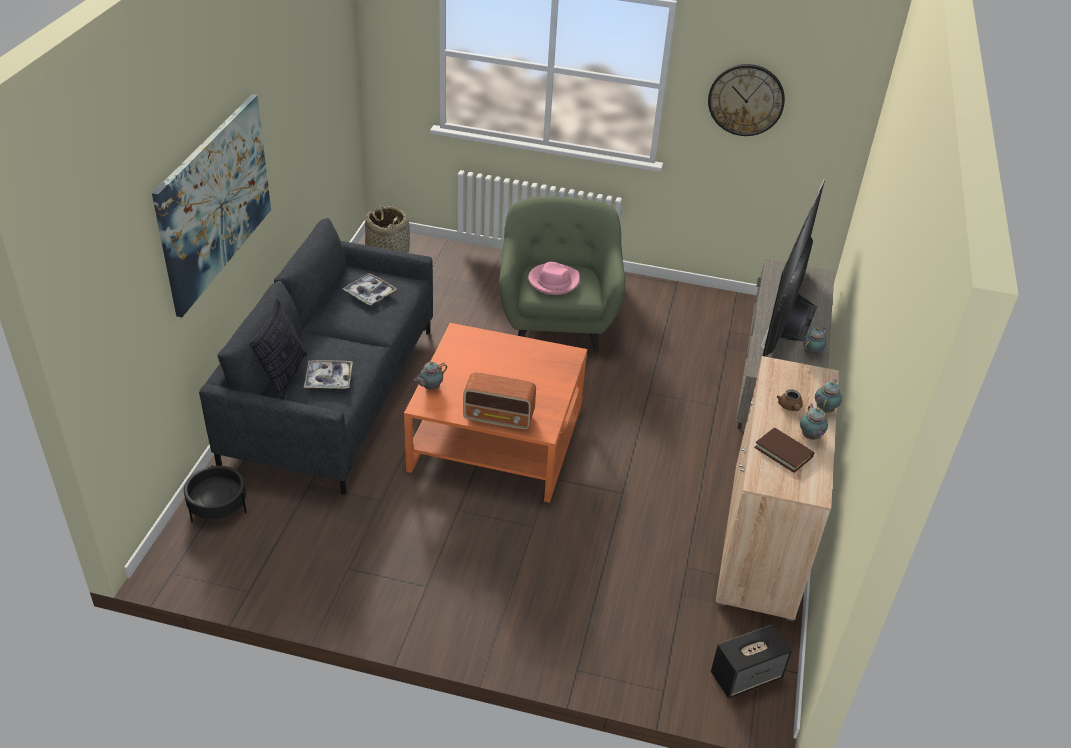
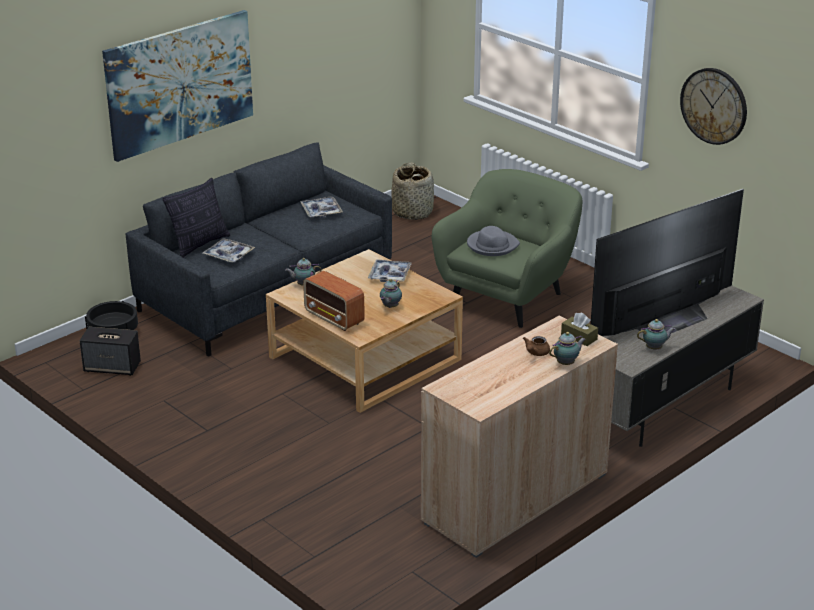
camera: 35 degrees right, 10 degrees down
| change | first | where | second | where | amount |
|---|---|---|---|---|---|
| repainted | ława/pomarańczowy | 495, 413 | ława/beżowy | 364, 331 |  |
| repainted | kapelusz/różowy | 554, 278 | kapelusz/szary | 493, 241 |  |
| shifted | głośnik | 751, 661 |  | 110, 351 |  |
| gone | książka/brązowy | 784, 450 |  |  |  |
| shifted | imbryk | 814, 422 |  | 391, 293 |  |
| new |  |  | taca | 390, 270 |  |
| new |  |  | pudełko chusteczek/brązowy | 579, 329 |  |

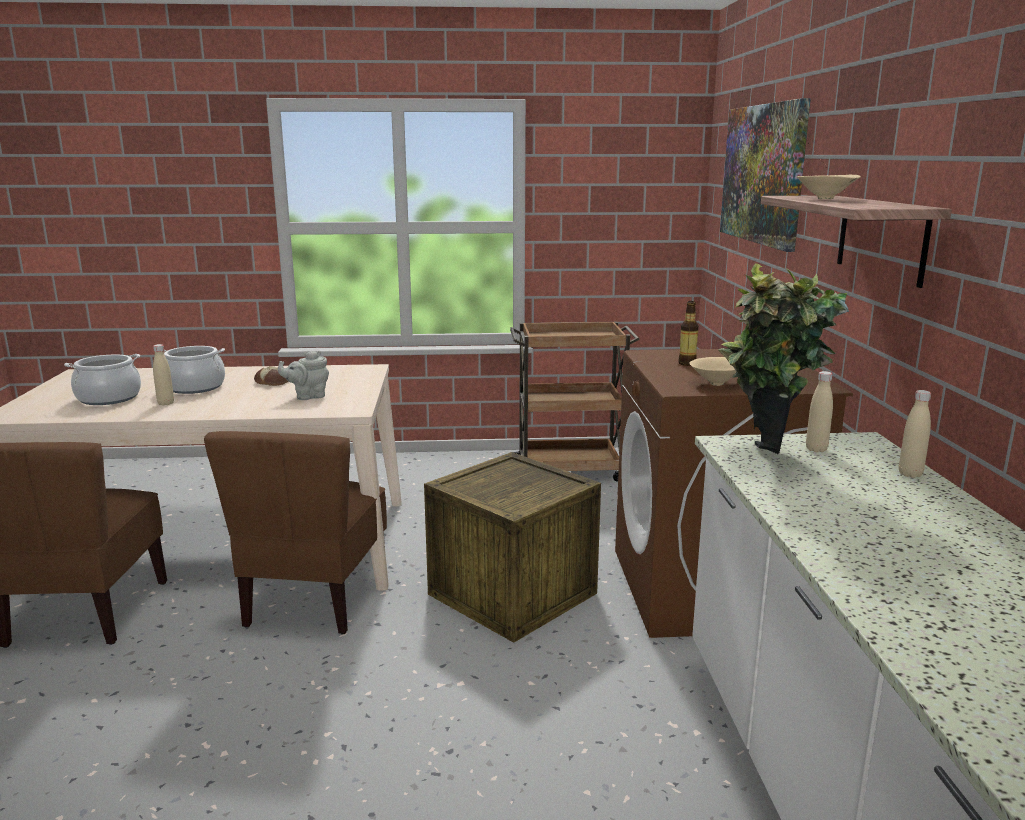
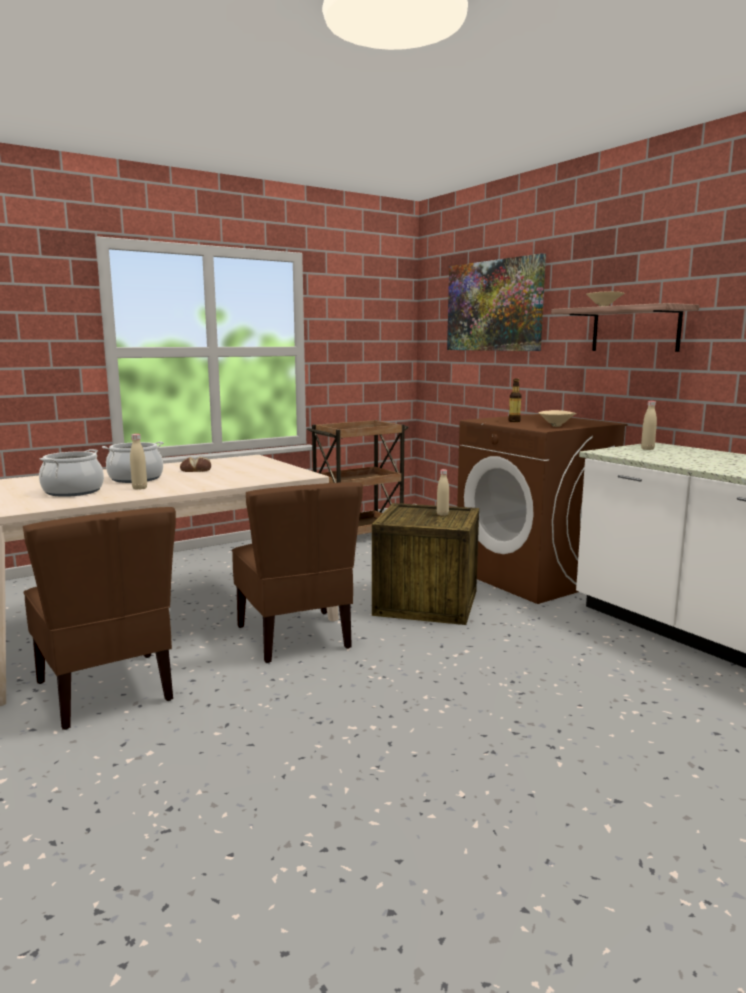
camera: 30 degrees left, 5 degrees down
| change | first | where | second | where | amount |
|---|---|---|---|---|---|
| gone | imbryk/szary | 303, 375 |  |  |  |
| gone | roślina doniczkowa | 783, 359 |  |  |  |
| shifted | butelka/beżowy | 915, 434 |  | 443, 492 |  |

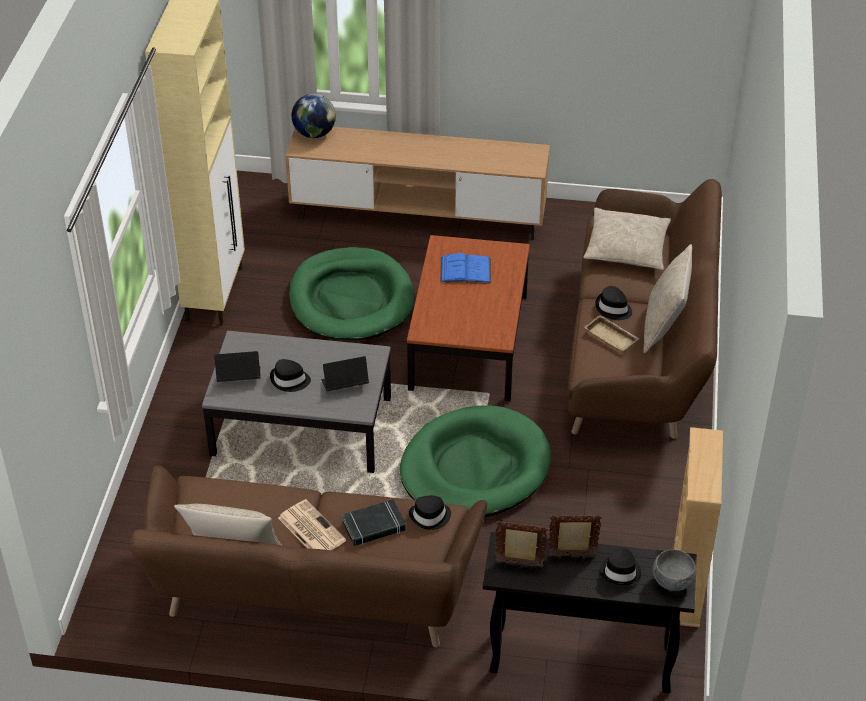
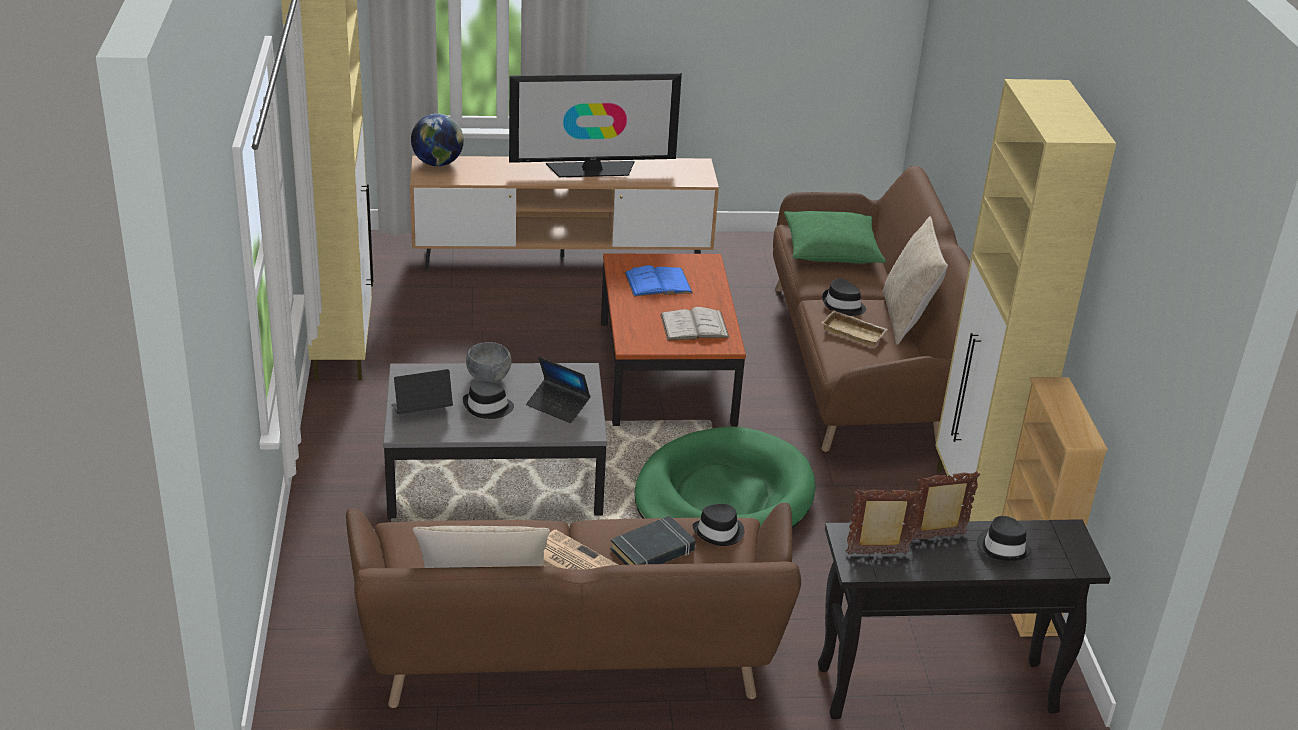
camera: 15 degrees left, 10 degrees down
| change | first | where | second | where | amount |
|---|---|---|---|---|---|
| gone | legowisko/zielony | 351, 293 |  |  |  |
| rotated | laptop | 345, 373 |  | 558, 390 | 120 degrees counterclockwise |
| repainted | poduszka/beżowy | 627, 238 | poduszka/zielony | 835, 237 |  |
| shifted | miska/szary | 674, 570 |  | 489, 362 |  |
| new |  |  | telewizor | 595, 125 |  |
| new |  |  | książka/biały | 695, 323 |  |
| new |  |  | szafka/beżowy | 1025, 300 |  |

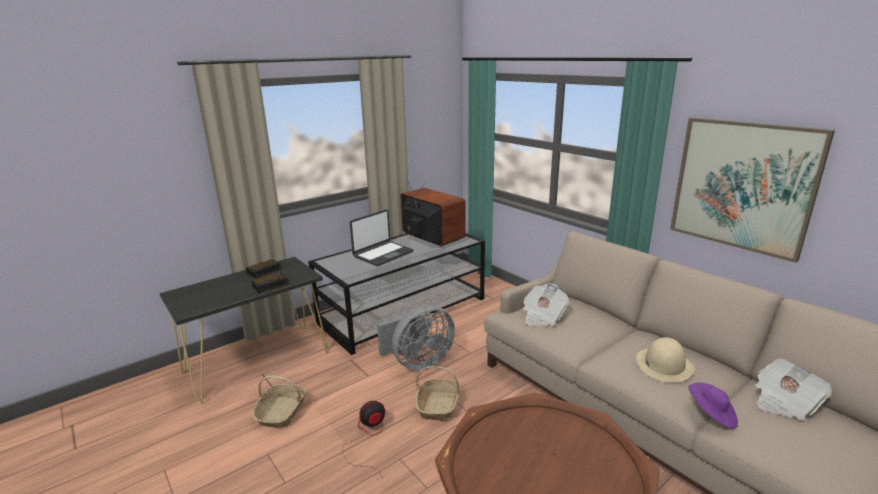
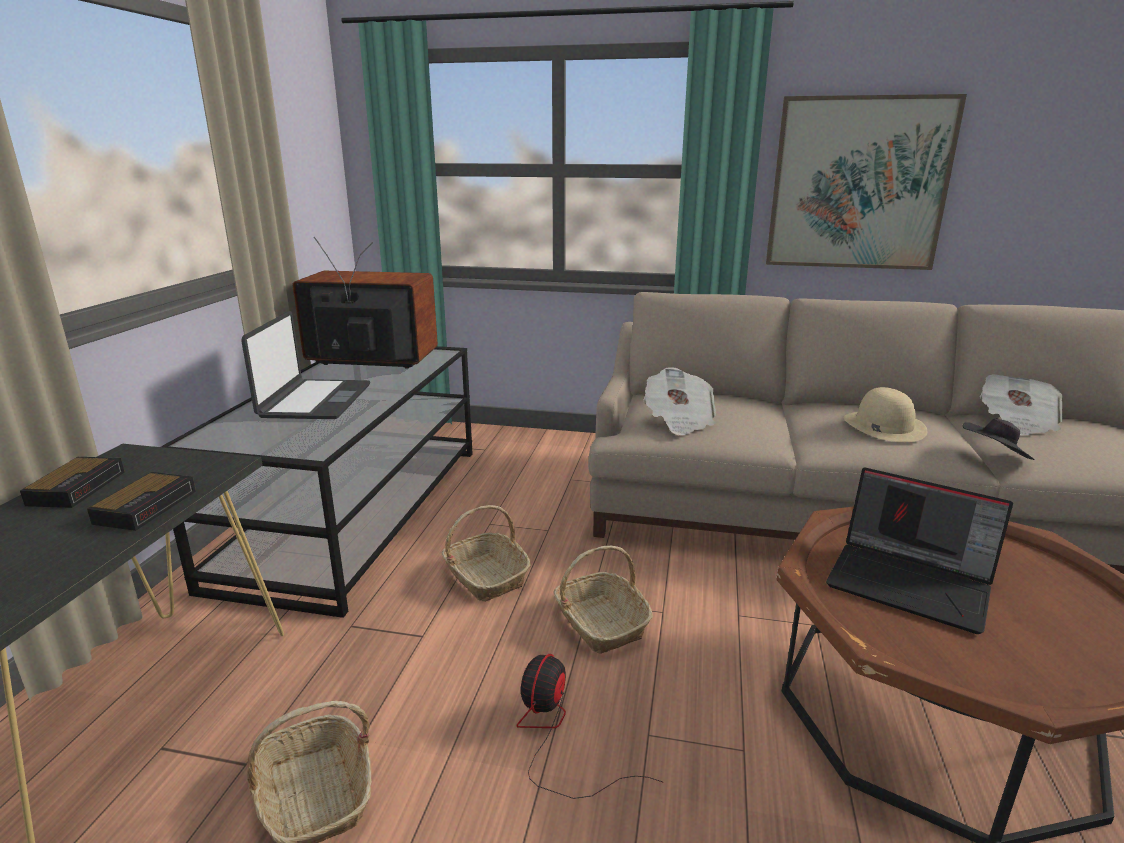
camera: 40 degrees left, 0 degrees up
| change | first | where | second | where | amount |
|---|---|---|---|---|---|
| swapped | wentylator/szary | 416, 337 | koszyk | 486, 553 |  |
| repainted | kapelusz/fioletowy | 713, 405 | kapelusz/czarny | 998, 439 |  |
| new |  |  | laptop | 919, 550 |  |

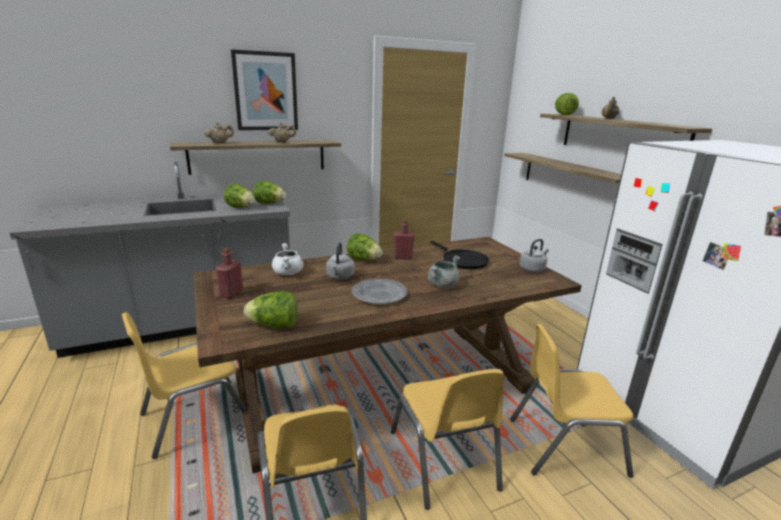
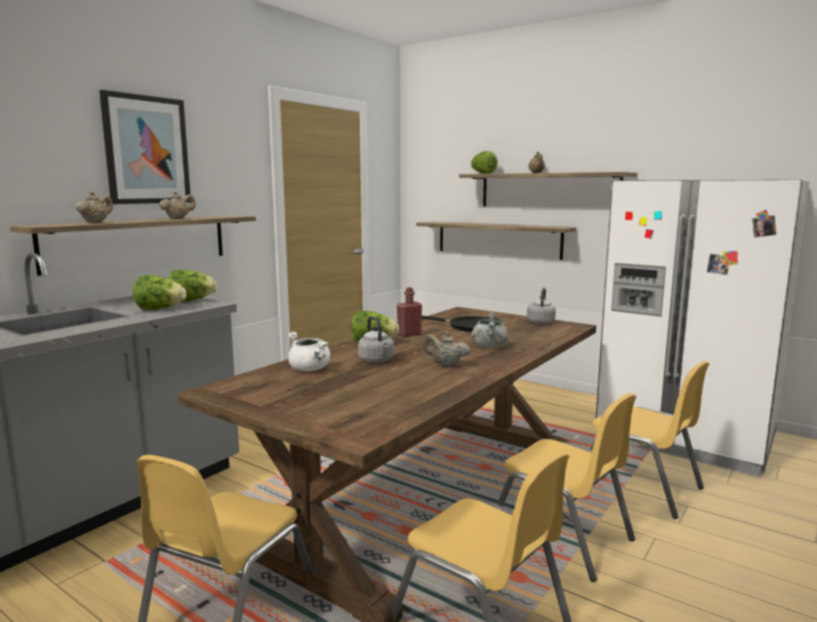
camera: 30 degrees left, 10 degrees down
| change | first | where | second | where | amount |
|---|---|---|---|---|---|
| gone | butelka/czerwony | 229, 273 |  |  |  |
| gone | sałata | 271, 309 |  |  |  |
| swapped | talerz/szary | 379, 291 | imbryk/beżowy | 446, 349 |  |
| rotated | krzesło/żółty | 572, 401 |  | 649, 440 | 105 degrees counterclockwise |

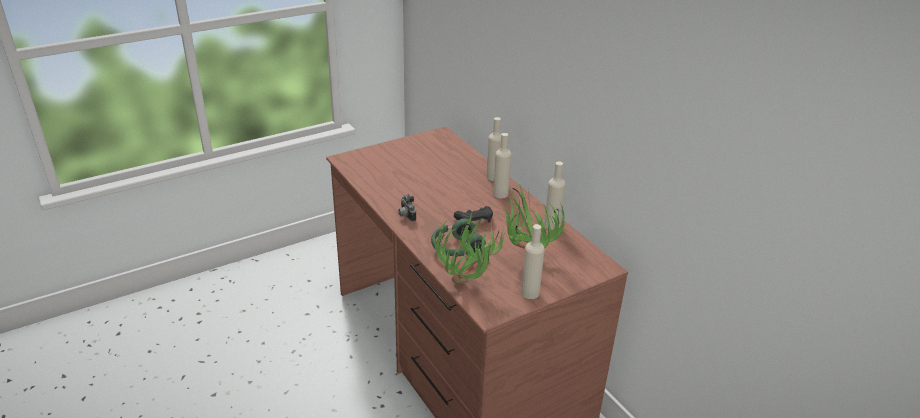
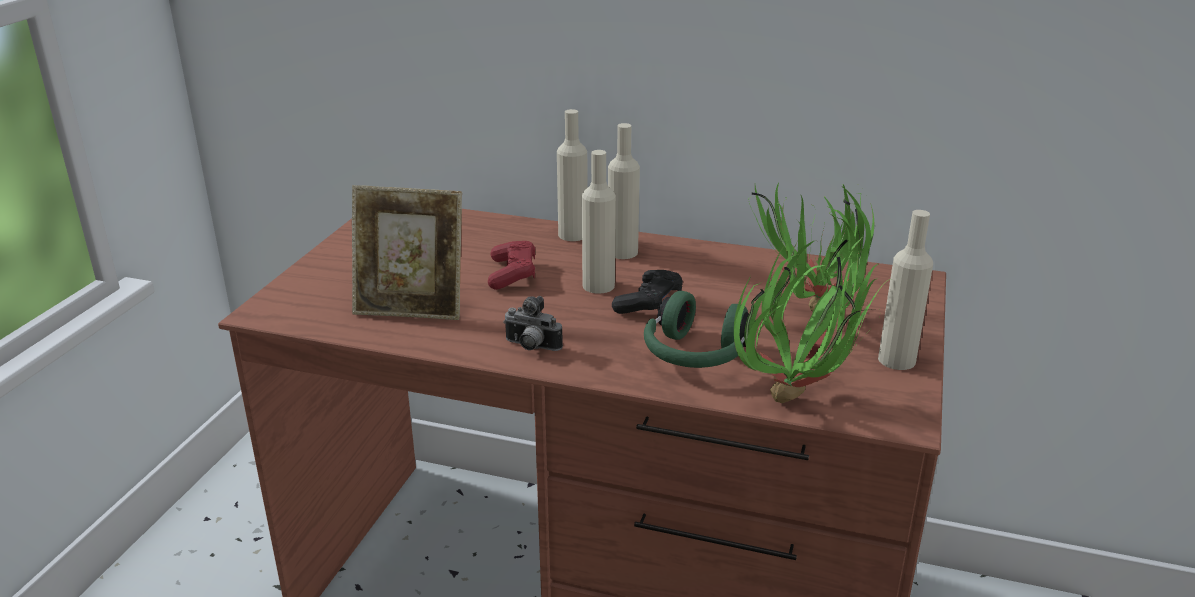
camera: 40 degrees left, 5 degrees down
| change | first | where | second | where | amount |
|---|---|---|---|---|---|
| shifted | butelka/beżowy | 554, 196 |  | 599, 222 |  |
| new |  |  | ramka na zdjęcie | 407, 252 |  |
| new |  |  | pad do gier/czerwony | 511, 265 |  |

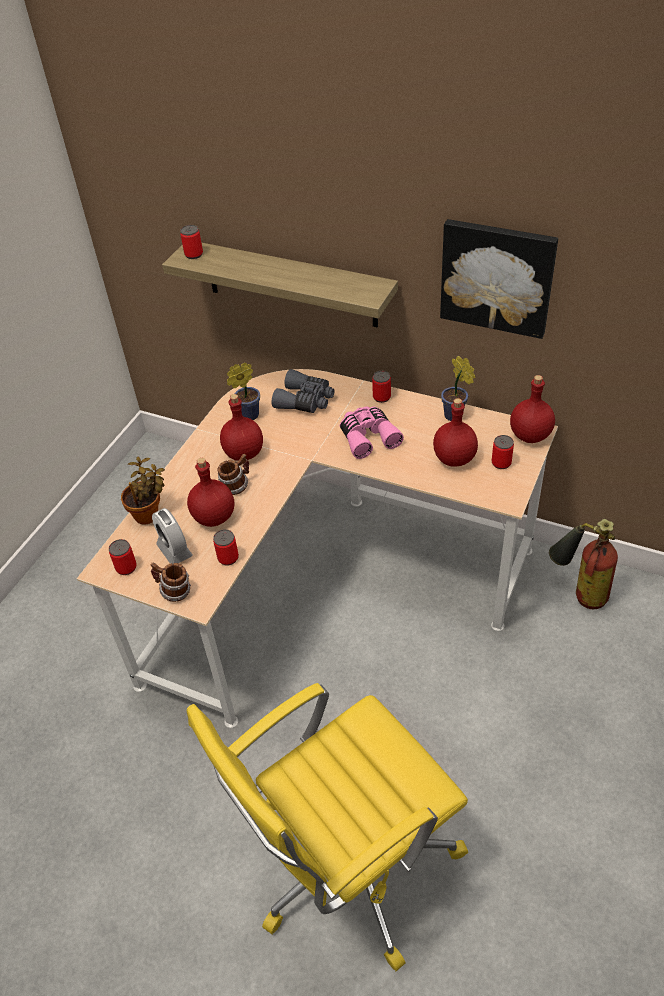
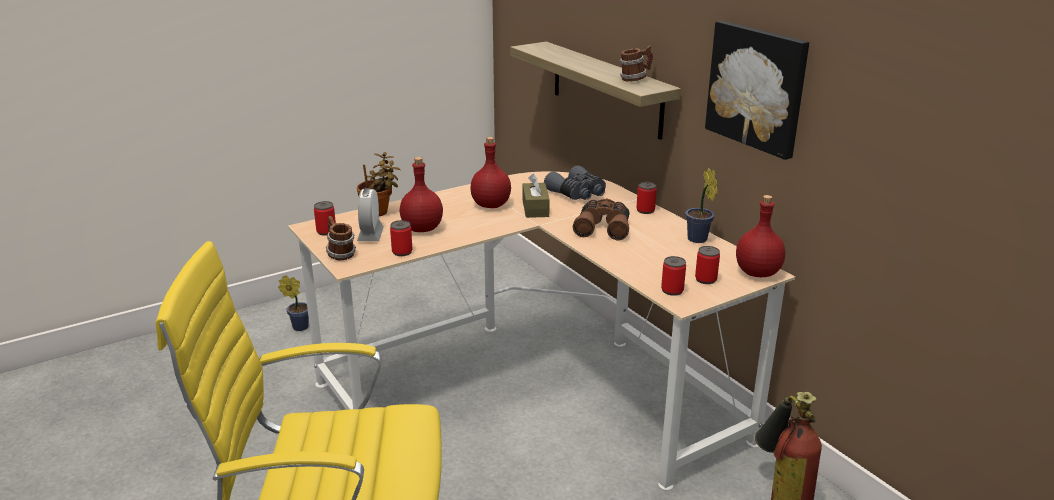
camera: 30 degrees right, 20 degrees down
| change | first | where | second | where | amount |
|---|---|---|---|---|---|
| shifted | puszka | 191, 242 |  | 673, 276 |  |
| shifted | kubek | 233, 474 |  | 636, 63 |  |
| shifted | roślina doniczkowa | 243, 391 |  | 293, 303 |  |
| repainted | lornetka/różowy | 372, 432 | lornetka/brązowy | 601, 219 |  |
| gone | butelka/czerwony | 455, 432 |  |  |  |
| new |  |  | pudełko chusteczek/brązowy | 536, 195 |  |

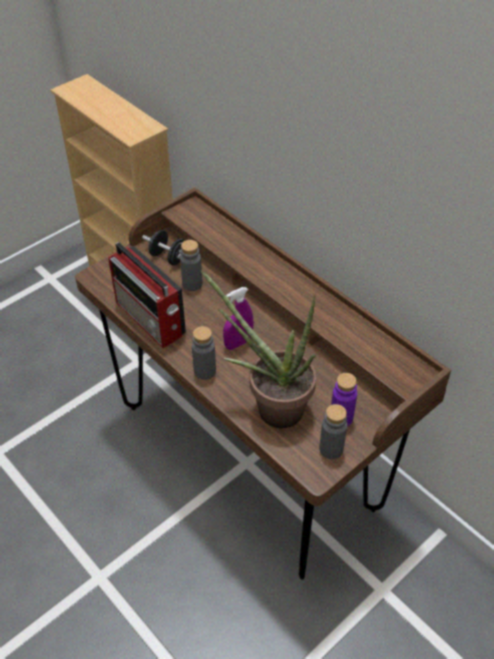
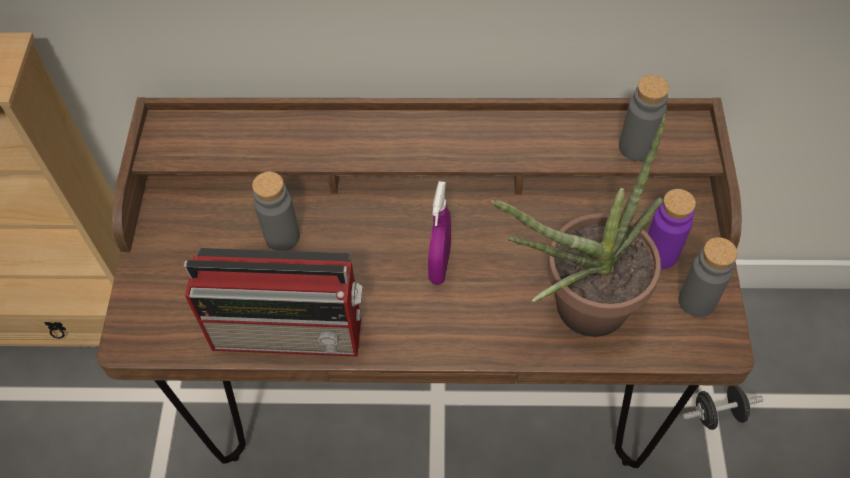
camera: 45 degrees left, 10 degrees up
| change | first | where | second | where | amount |
|---|---|---|---|---|---|
| shifted | hantel/czarny | 163, 247 |  | 723, 407 |  |
| shifted | butelka/szary | 204, 353 |  | 644, 118 |  |

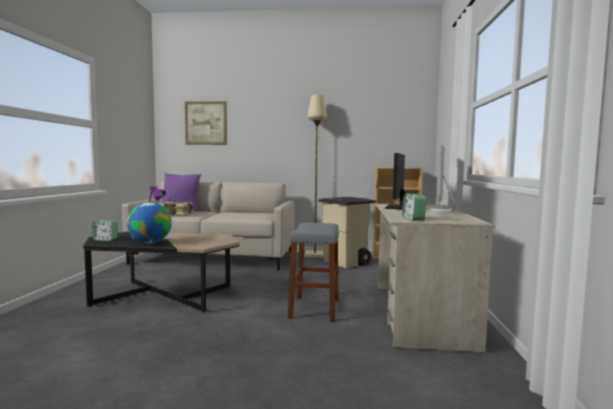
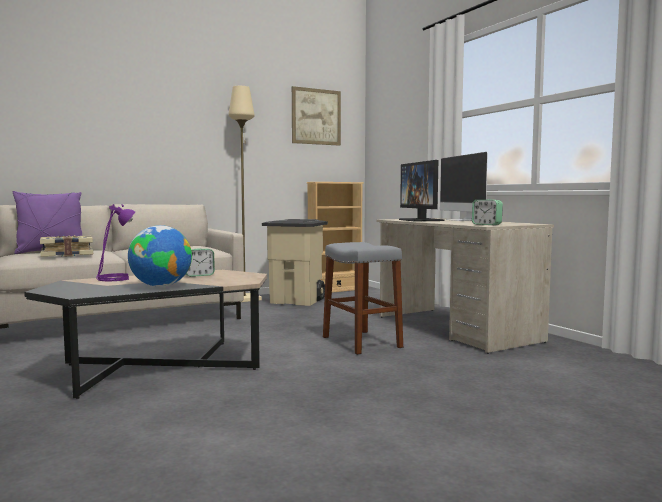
camera: 35 degrees left, 0 degrees up
| change | first | where | second | where | amount |
|---|---|---|---|---|---|
| shifted | budzik | 105, 230 |  | 200, 263 |  |
| shifted | obraz | 206, 123 |  | 316, 116 |  |

